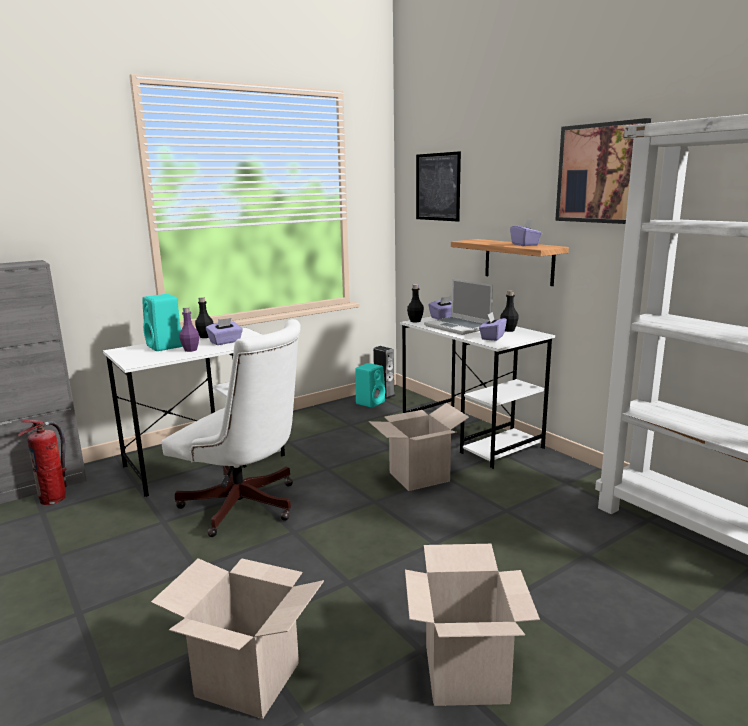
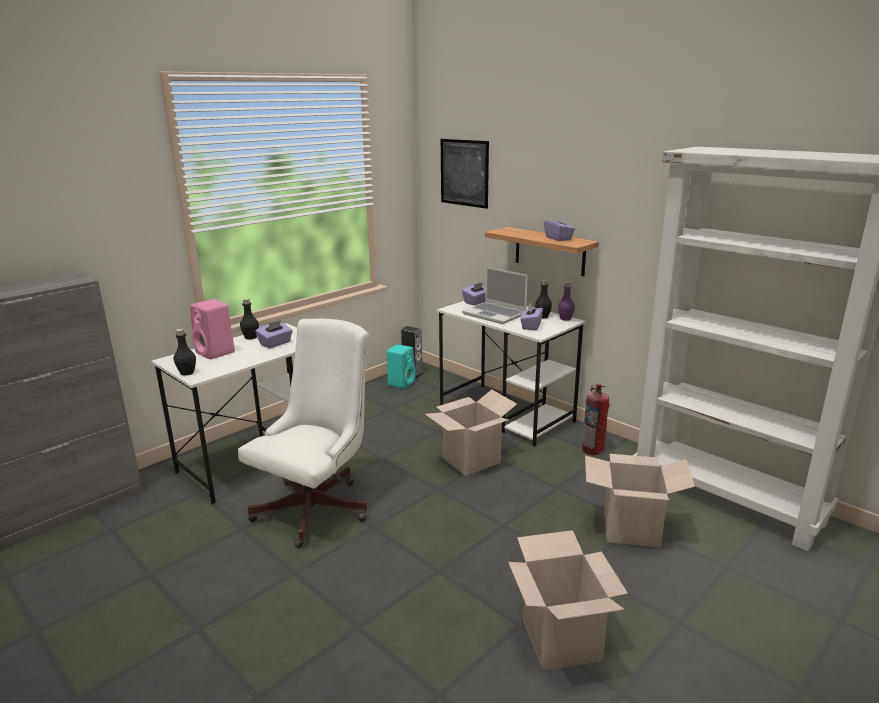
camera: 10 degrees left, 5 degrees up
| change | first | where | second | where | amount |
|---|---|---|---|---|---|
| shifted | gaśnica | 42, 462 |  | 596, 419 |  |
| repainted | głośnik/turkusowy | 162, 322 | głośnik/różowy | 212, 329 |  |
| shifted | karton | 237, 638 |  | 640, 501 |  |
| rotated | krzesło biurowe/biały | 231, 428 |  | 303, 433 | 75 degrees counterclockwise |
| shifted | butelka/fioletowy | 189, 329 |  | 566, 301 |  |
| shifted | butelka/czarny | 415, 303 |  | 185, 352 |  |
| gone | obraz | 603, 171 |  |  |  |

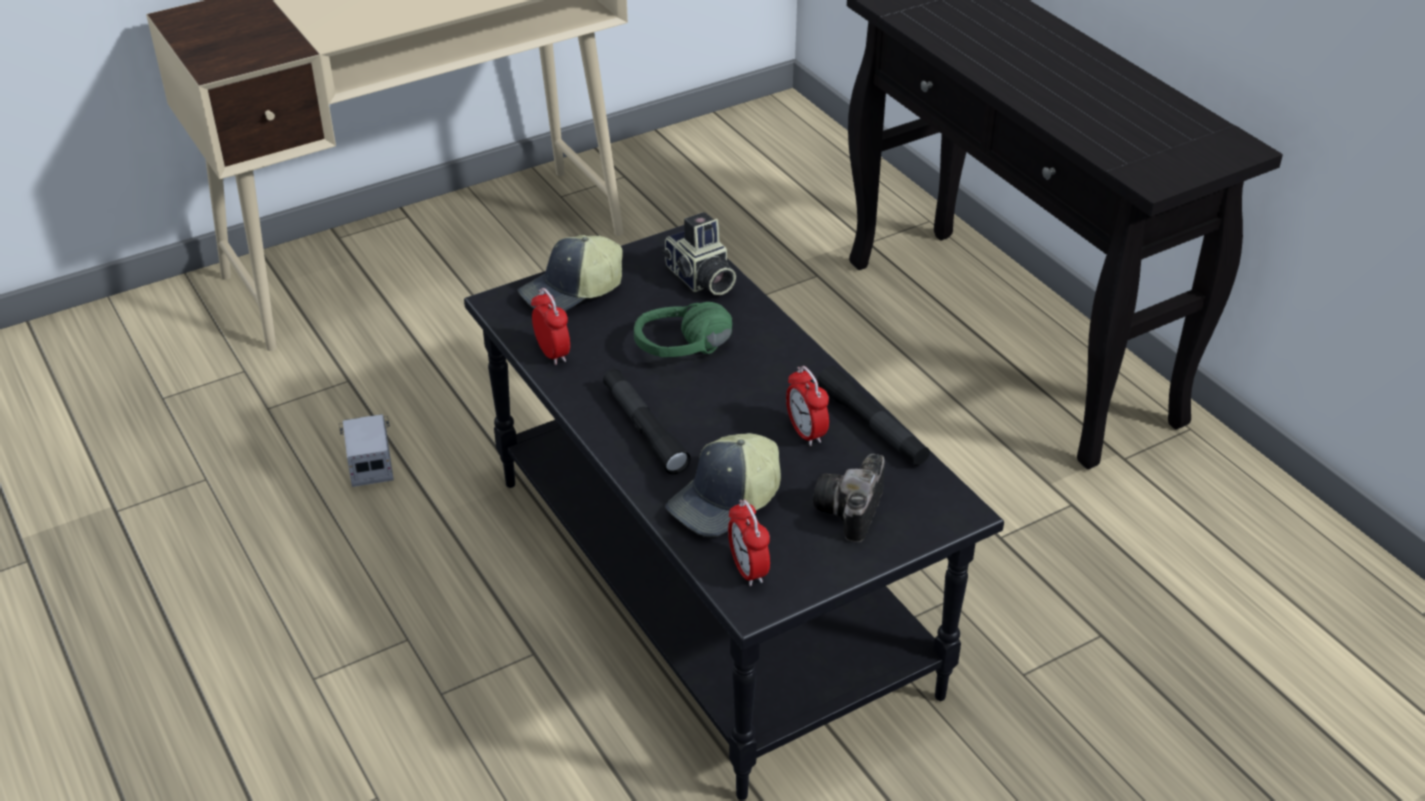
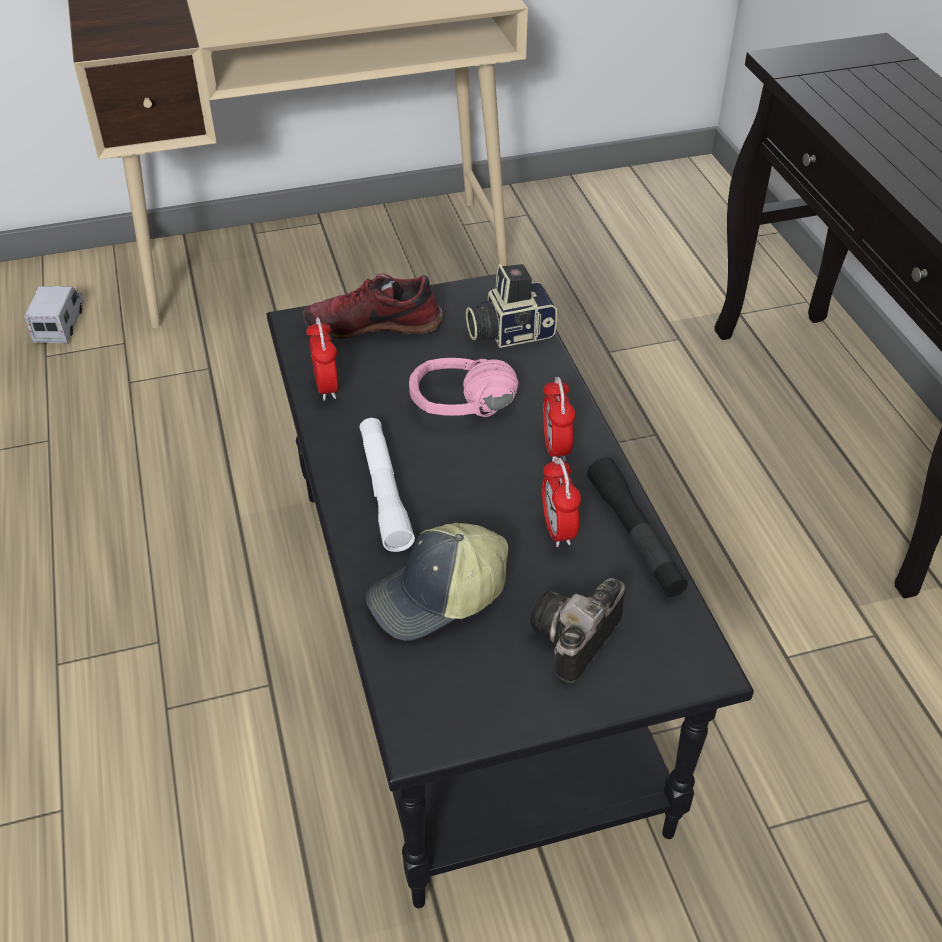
camera: 15 degrees right, 5 degrees up
| change | first | where | second | where | amount |
|---|---|---|---|---|---|
| shifted | ciężarówka zabawkowa | 366, 450 |  | 54, 314 |  |
| swapped | czapka z daszkiem | 570, 273 | but | 373, 306 |  |
| repainted | latarka/czarny | 647, 422 | latarka/biały | 387, 485 |  |
| repainted | słuchawki/zielony | 683, 329 | słuchawki/różowy | 464, 387 |  |
| rotated | aparat fotograficzny | 699, 253 |  | 511, 306 | 90 degrees clockwise |
| shifted | budzik | 749, 543 |  | 559, 419 |  |

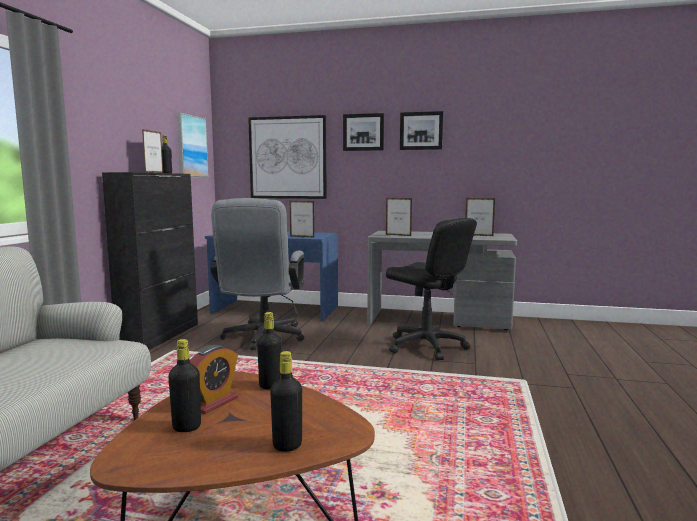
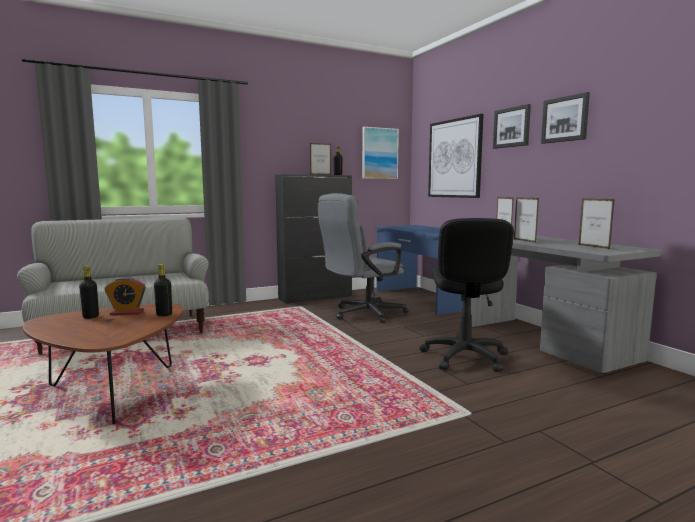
camera: 50 degrees right, 0 degrees up
| change | first | where | second | where | amount |
|---|---|---|---|---|---|
| gone | butelka/czarny | 286, 401 |  |  |  |
| shifted | ramka na zdjęcie | 302, 219 |  | 526, 220 |  |

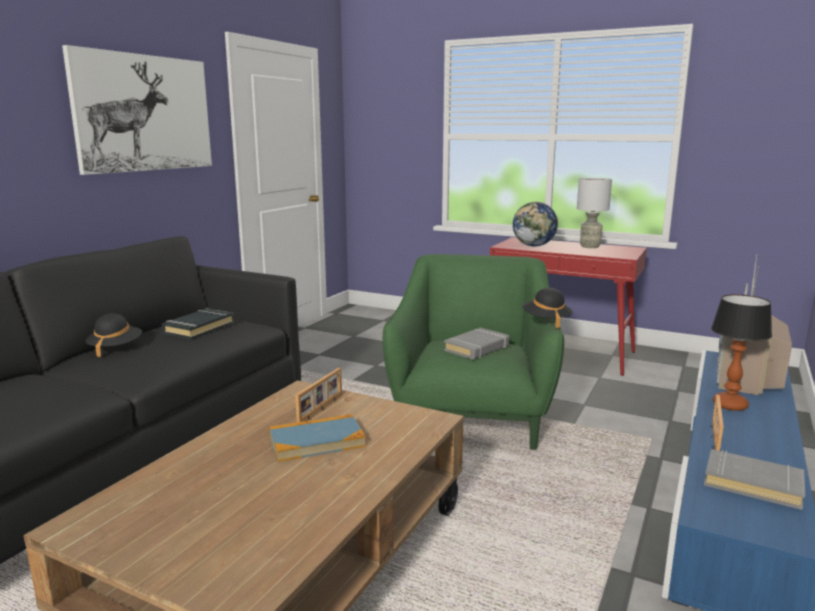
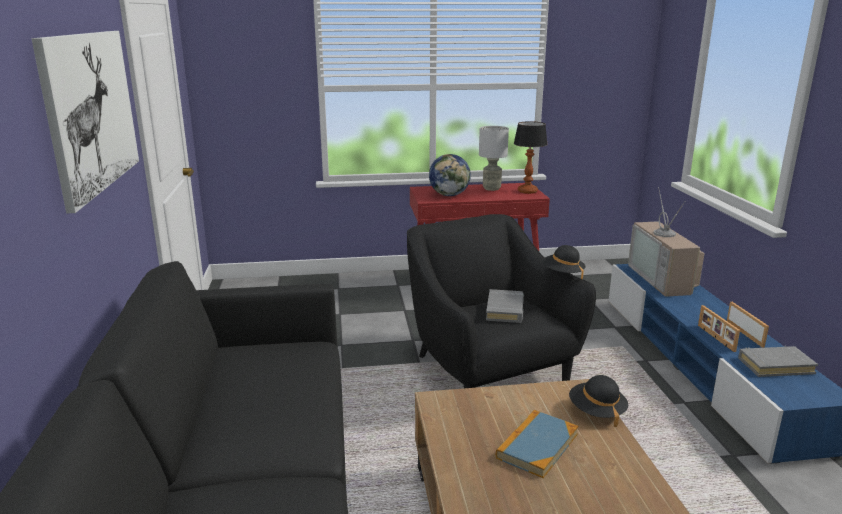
camera: 35 degrees left, 5 degrees up
| change | first | where | second | where | amount |
|---|---|---|---|---|---|
| shifted | kapelusz/czarny | 113, 335 |  | 598, 401 |  |
| gone | książka/czarny | 198, 324 |  |  |  |
| shifted | ramka na zdjęcie | 318, 395 |  | 748, 325 |  |
| repainted | fotel/zielony | 473, 352 | fotel/czarny | 501, 301 |  |
| shifted | lampa stołowa | 741, 352 |  | 531, 157 |  |

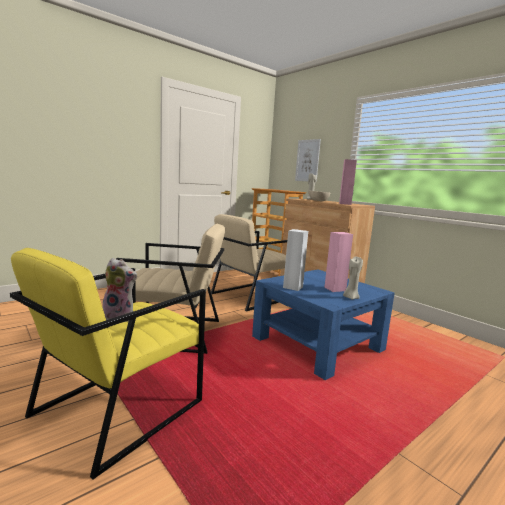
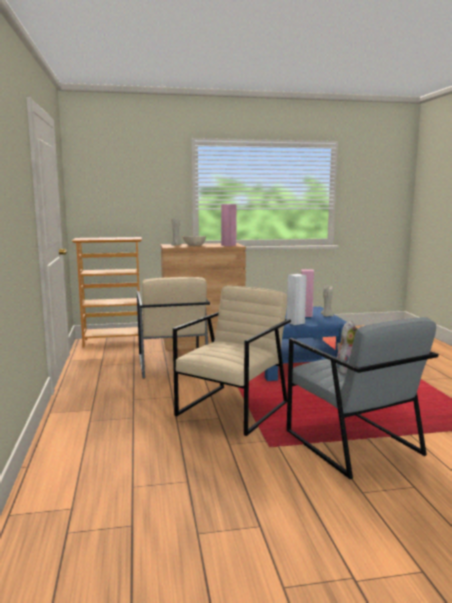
camera: 60 degrees left, 0 degrees up
| change | first | where | second | where | amount |
|---|---|---|---|---|---|
| repainted | fotel/żółty | 108, 364 | fotel/szary | 362, 398 |  |
| gone | obraz | 308, 160 |  |  |  |

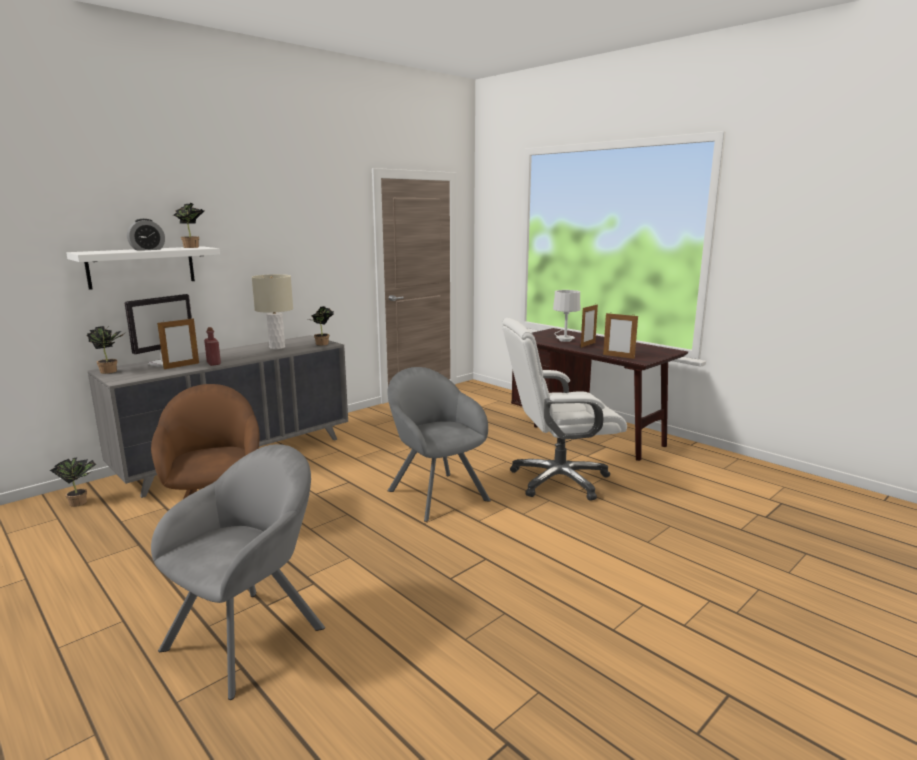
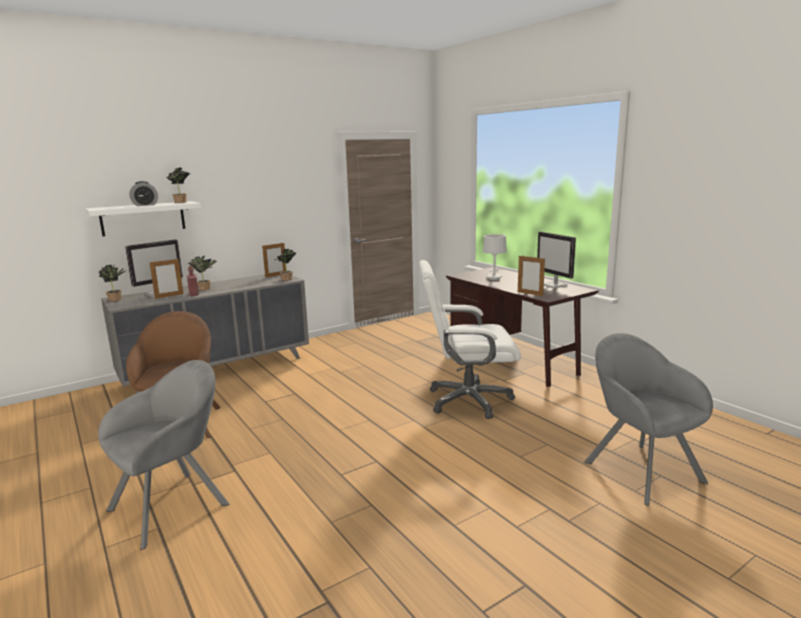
camera: 10 degrees right, 0 degrees up
| change | first | where | second | where | amount |
|---|---|---|---|---|---|
| shifted | roślina doniczkowa | 73, 482 |  | 202, 273 |  |
| gone | lampa stołowa/beżowy | 272, 311 |  |  |  |
| shifted | fotel/szary | 439, 444 |  | 648, 419 |  |
| shifted | ramka na zdjęcie | 589, 326 |  | 274, 260 |  |
| new |  |  | monitor | 556, 260 |  |

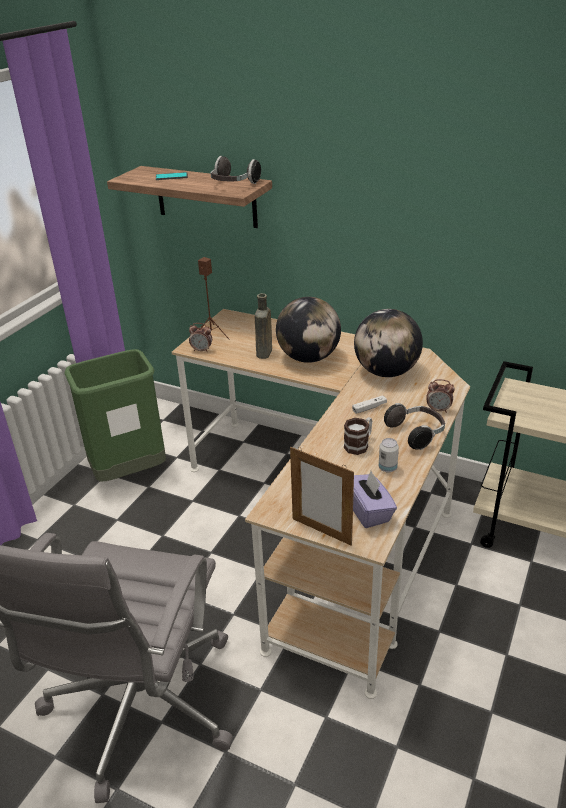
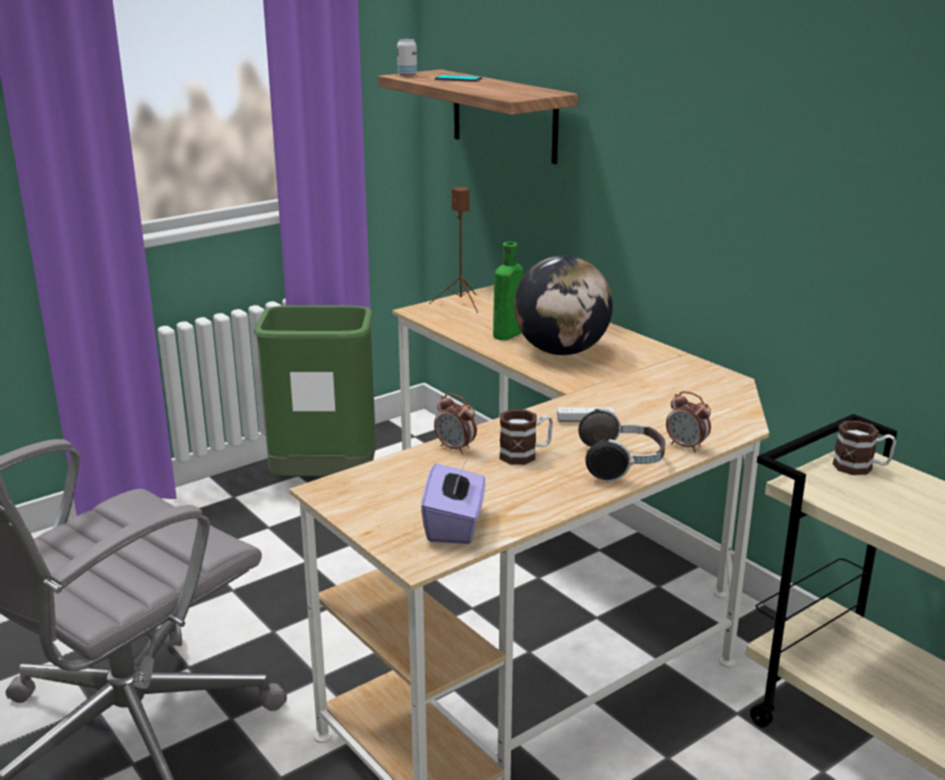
camera: 25 degrees right, 10 degrees down
| change | first | where | second | where | amount |
|---|---|---|---|---|---|
| shifted | budzik | 200, 338 |  | 455, 423 |  |
| gone | słuchawki | 235, 170 |  |  |  |
| repainted | butelka/brązowy | 263, 326 | butelka/zielony | 508, 291 |  |
| gone | ramka na zdjęcie | 322, 496 |  |  |  |
| gone | globus | 388, 343 |  |  |  |
| shifted | puszka | 389, 455 |  | 407, 57 |  |
| new |  |  | kubek | 864, 447 |  |

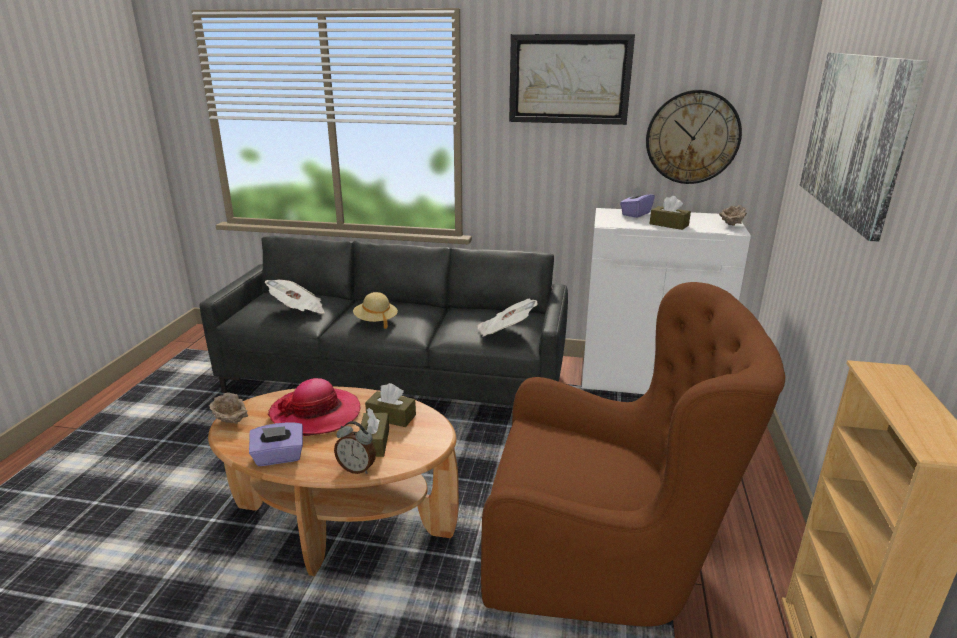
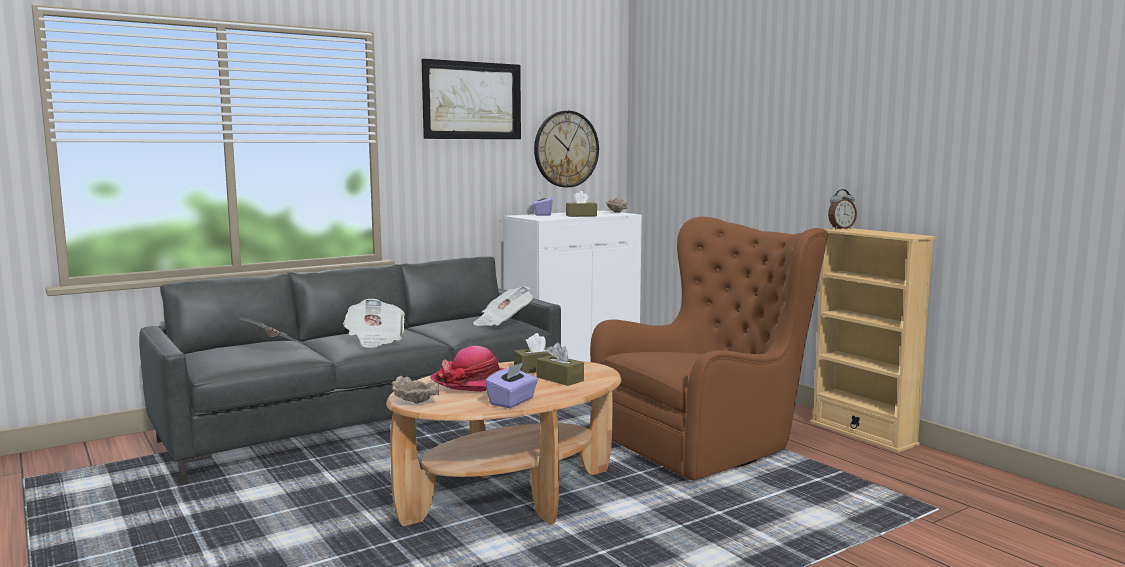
camera: 45 degrees left, 15 degrees down
| change | first | where | second | where | amount |
|---|---|---|---|---|---|
| shifted | budzik | 355, 447 |  | 842, 209 |  |
| swapped | kapelusz/beżowy | 375, 310 | gazeta | 374, 323 |  |
| gone | obraz | 864, 147 |  |  |  |

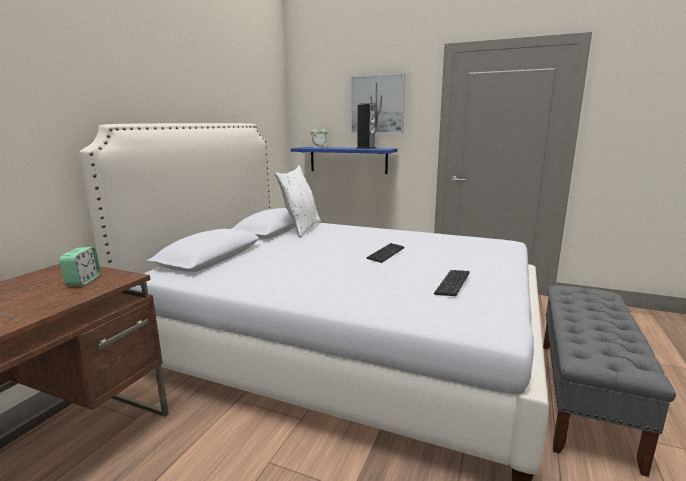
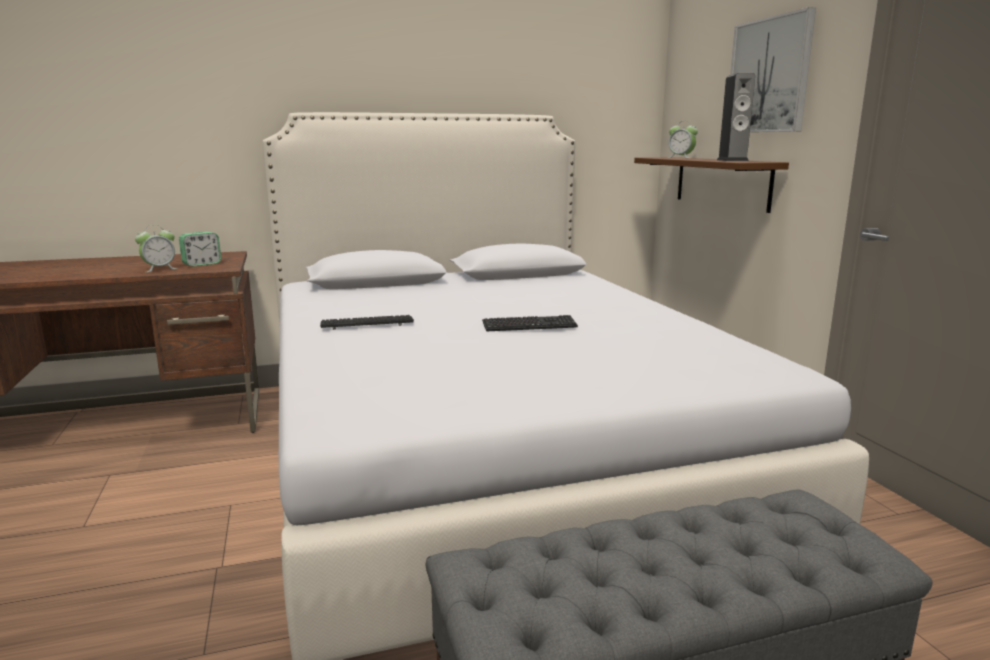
camera: 50 degrees right, 0 degrees up
| change | first | where | second | where | amount |
|---|---|---|---|---|---|
| gone | poduszka/biały | 298, 201 |  |  |  |
| repainted | półka/niebieski | 344, 160 | półka/brązowy | 711, 185 |  |
| shifted | klawiatura | 452, 283 |  | 367, 322 |  |
| new |  |  | budzik | 156, 248 |  |

